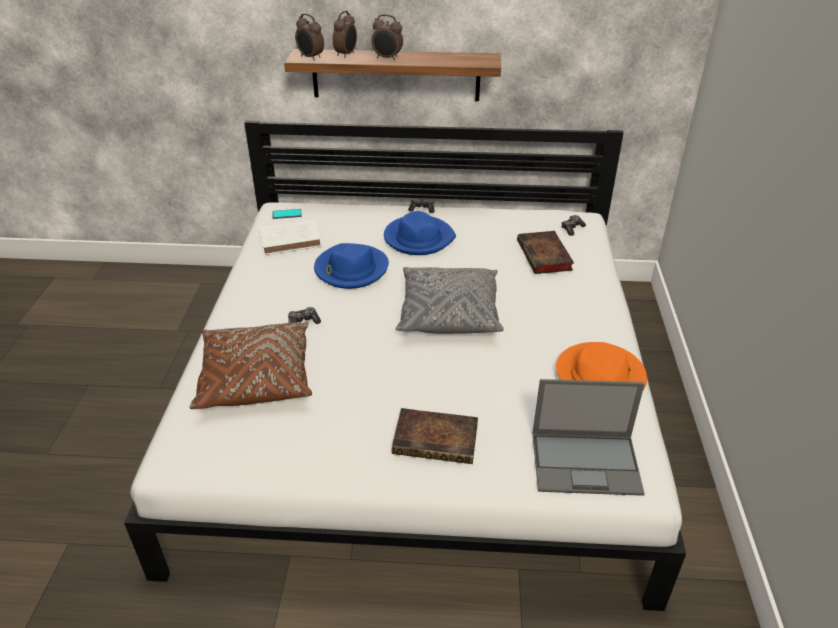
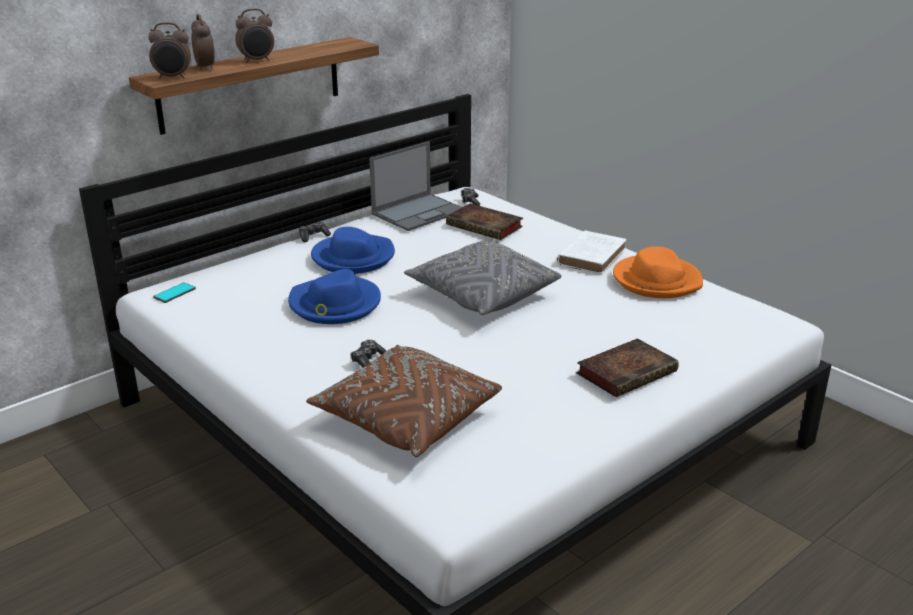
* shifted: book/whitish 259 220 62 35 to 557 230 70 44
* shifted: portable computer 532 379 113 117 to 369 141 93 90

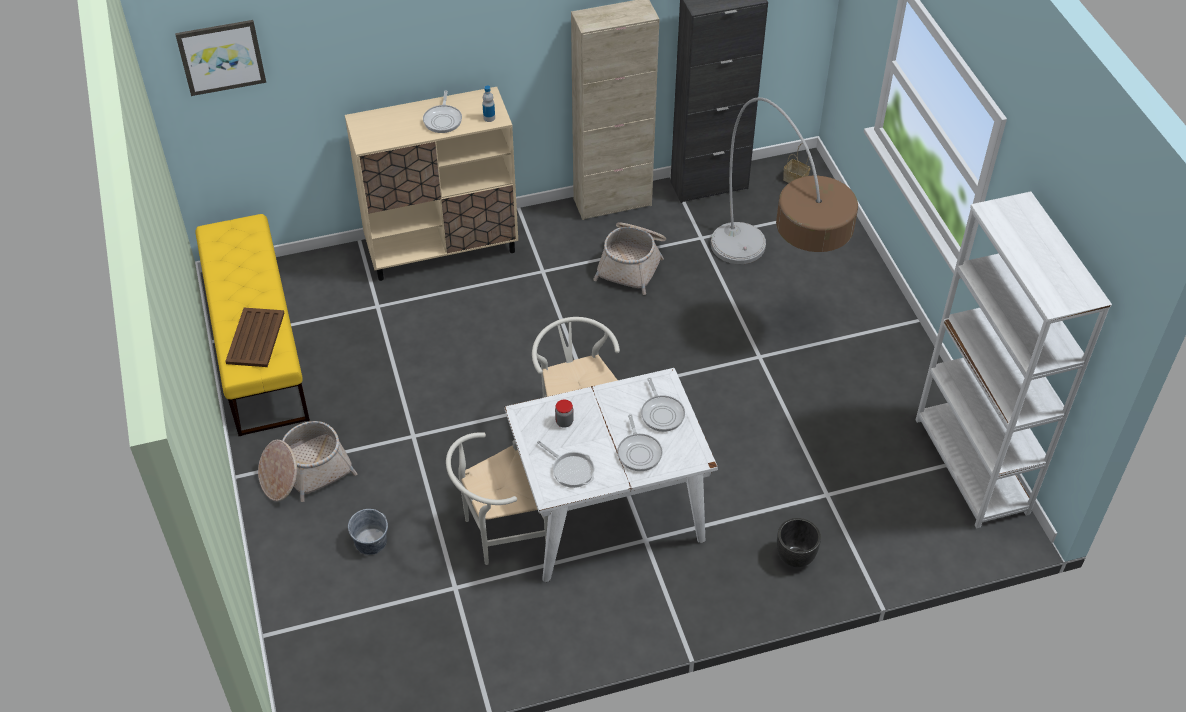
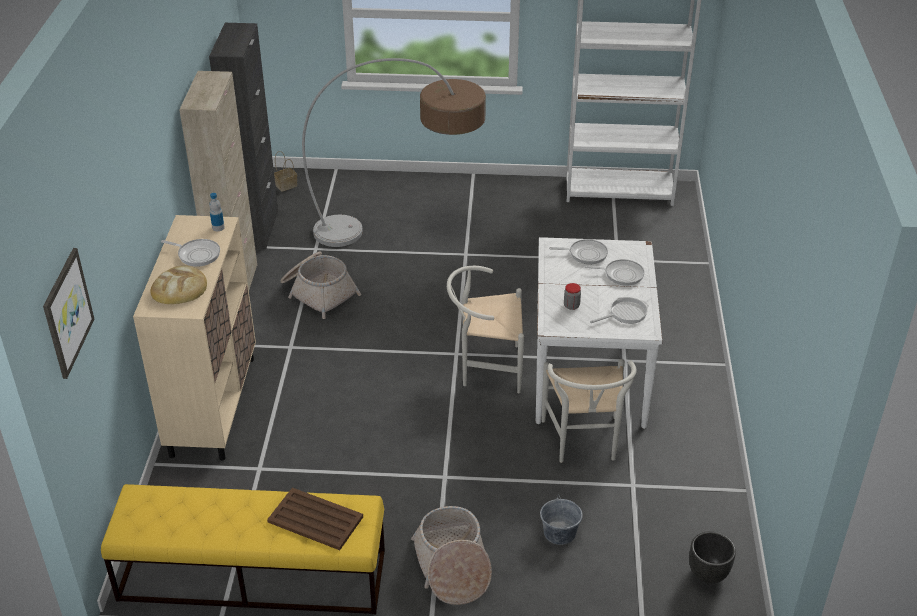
* shifted: plant pot/blackish 777 518 44 50 to 689 531 47 52
* new: bakery bread 150 266 57 38

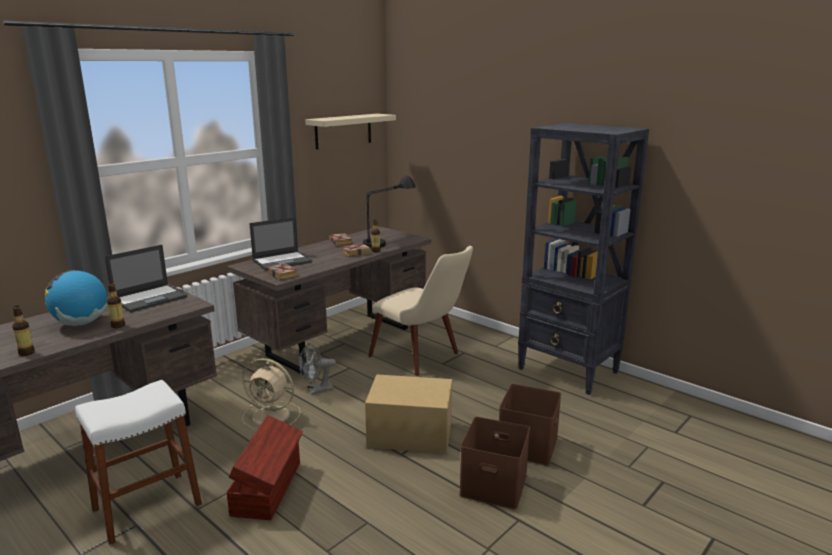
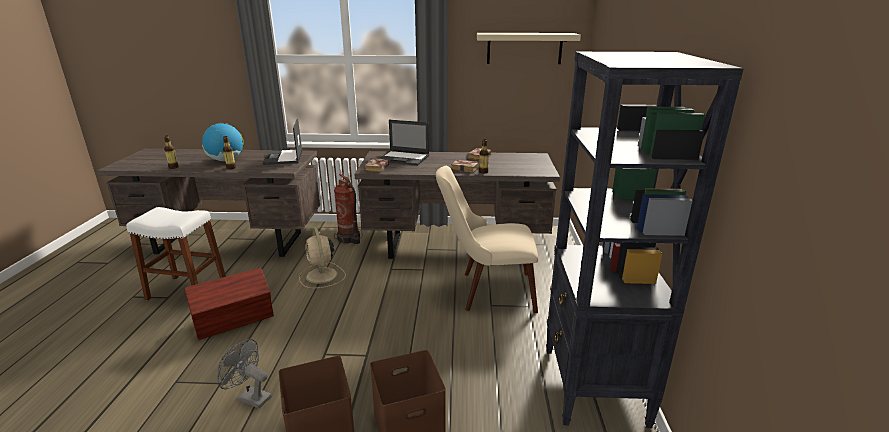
* rotated: portable computer 104 245 83 67 = 263 118 39 47 75 degrees clockwise
* shifted: fan/greyish 299 343 37 52 to 217 339 55 70
* gone: lamp for a table/blackish 363 176 53 72
* gone: cardboard box 365 374 87 80
* rotated: chair/beige 368 246 105 130 = 436 166 102 147 90 degrees clockwise
* new: fire-fighting cylinder 334 174 29 70

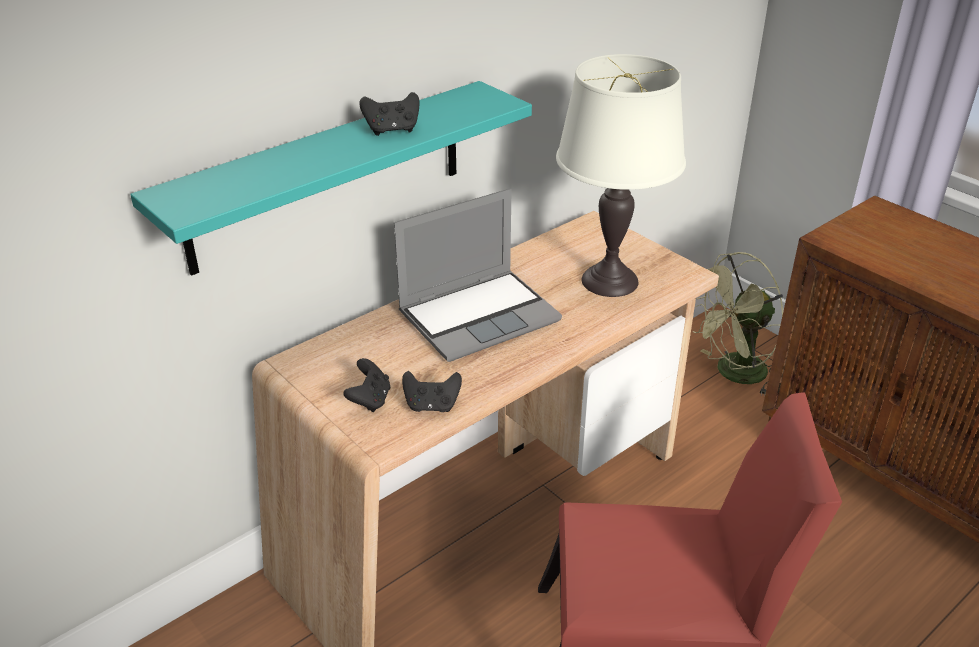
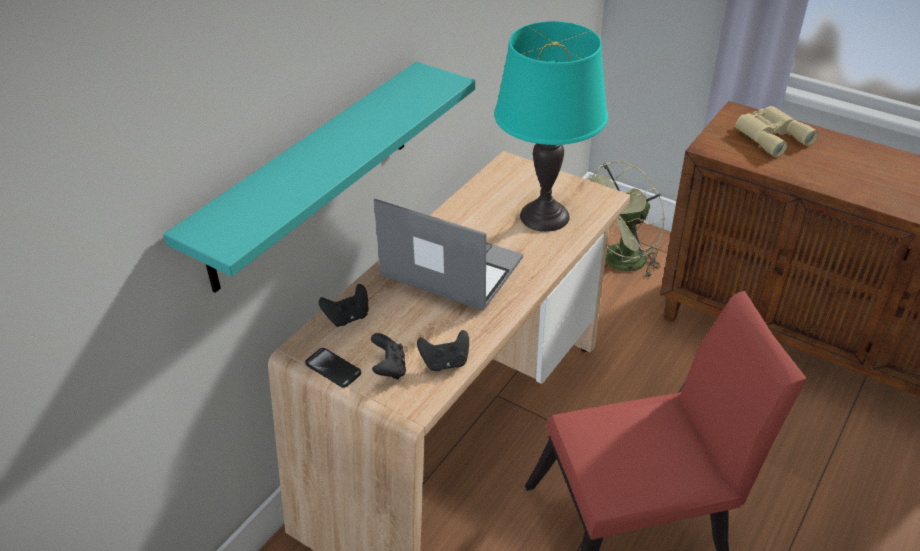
* shifted: joypad/blackish 359 92 60 44 to 319 284 49 43
* rotated: portable computer 394 188 168 174 = 374 199 149 112 105 degrees counterclockwise
* repainted: lamp for a table/whitish 556 54 130 243 to lamp for a table/turquoise 494 21 114 211
* new: phone 305 348 56 40
* new: field glasses/beige 735 106 83 51

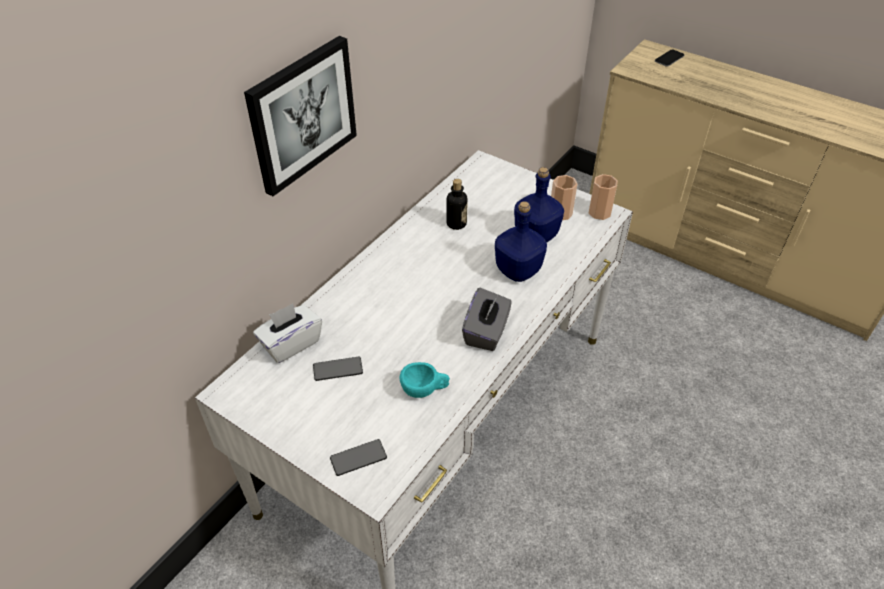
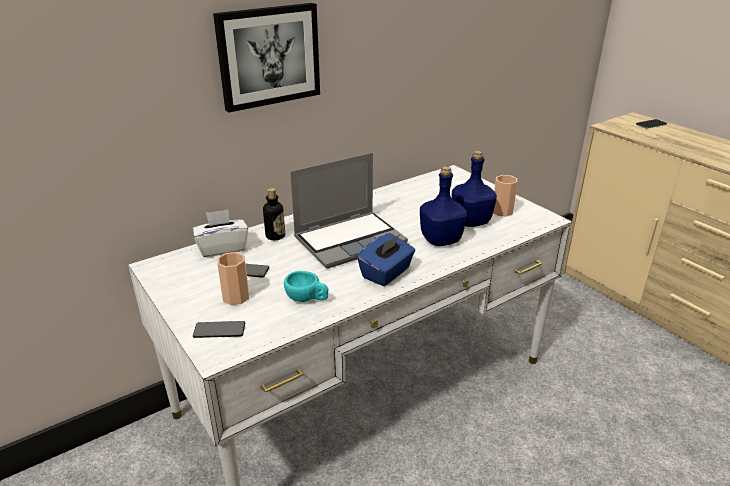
* shifted: beverage bottle 446 179 22 51 to 263 188 22 52
* repainted: tissue box/greyish 462 288 50 63 to tissue box/blue-coloured 357 233 58 53
* shifted: small cup 589 174 29 46 to 217 252 32 53
* new: portable computer 290 153 118 115

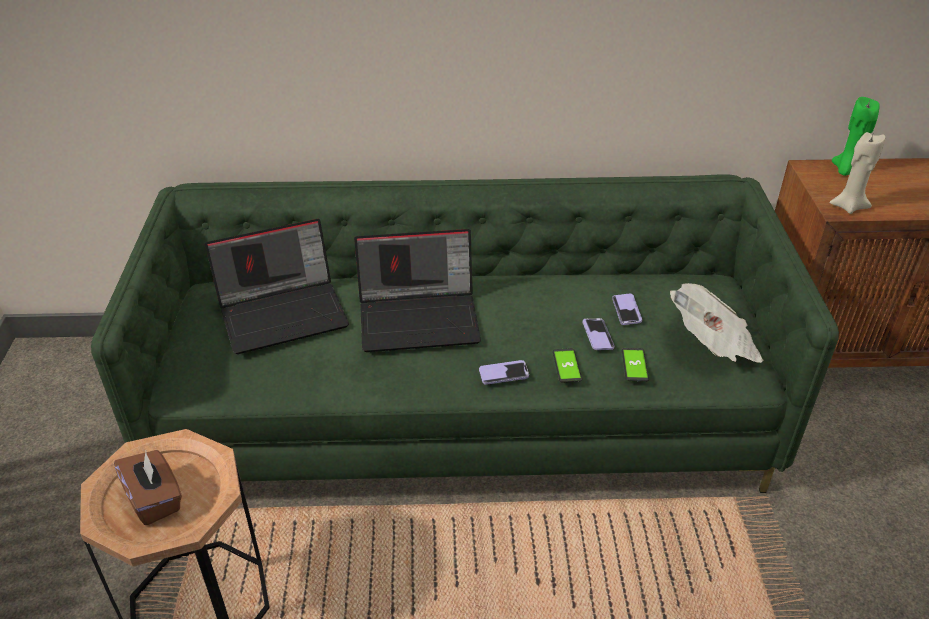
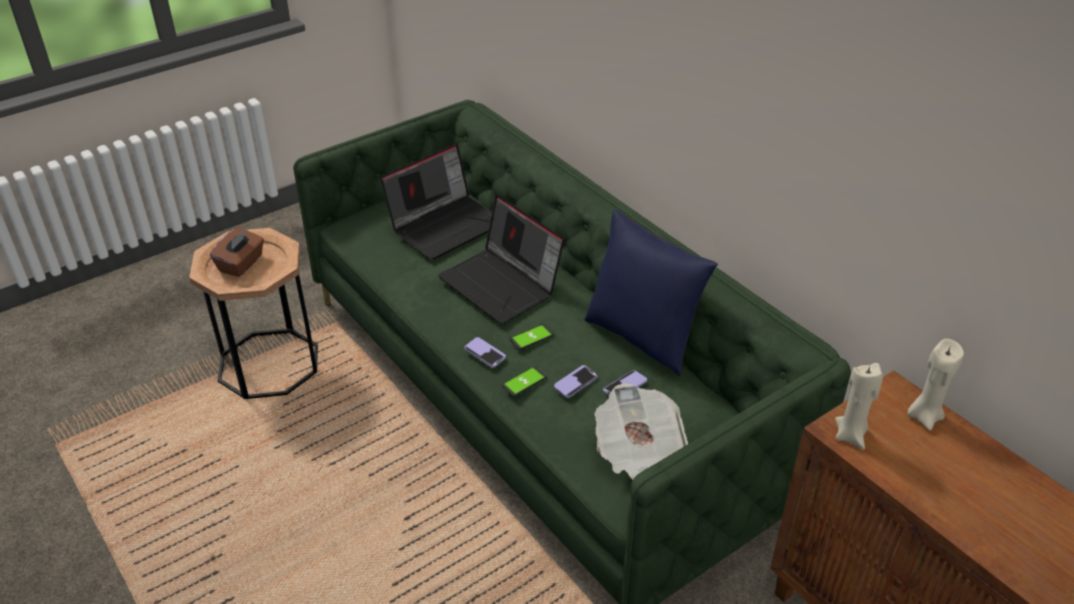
* rotated: portable computer 205 219 144 135 = 380 144 112 116 75 degrees counterclockwise
* shifted: phone 622 348 27 34 to 510 324 44 26
* repainted: candle/green 832 97 48 79 to candle/beige 908 339 56 91
* new: throw pillow/blue-coloured 584 209 134 168

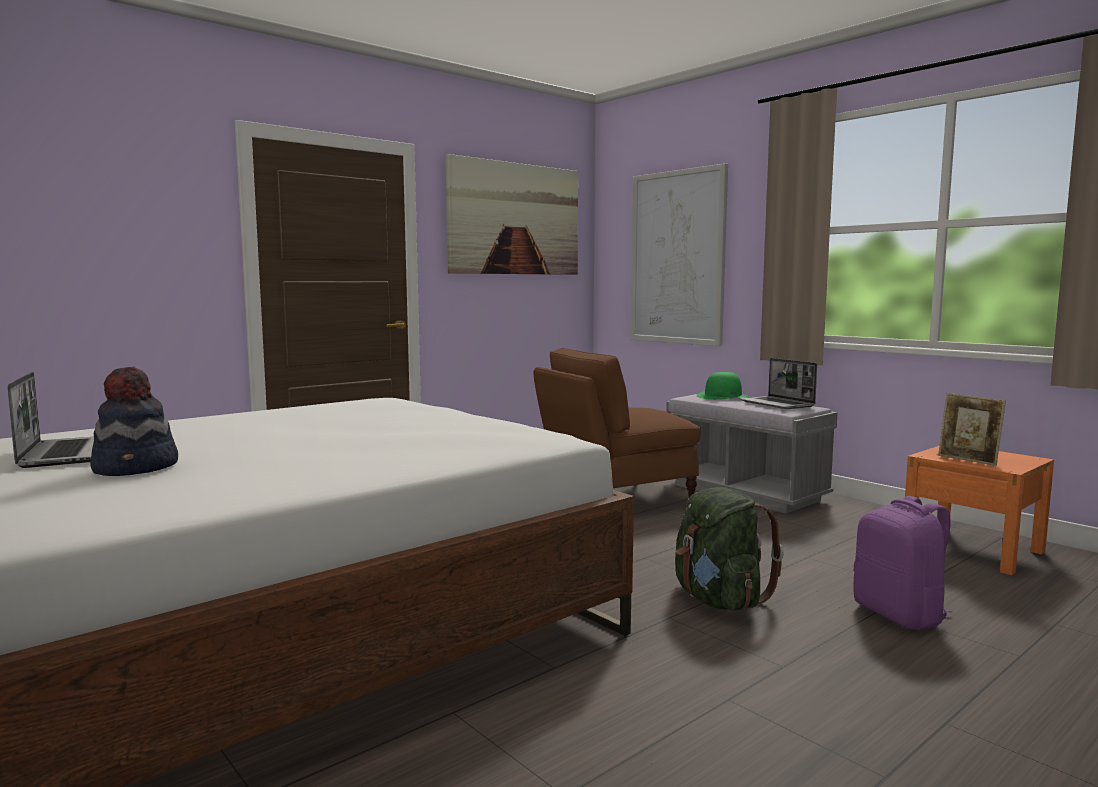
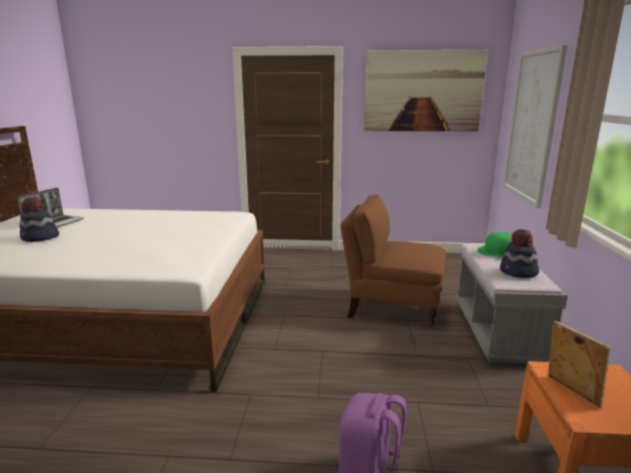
* gone: backpack/green 675 487 109 124
* swapped: portable computer 740 358 77 51 to clothing hat 500 229 39 49
* rotated: picture frame 938 393 68 73 = 548 320 63 88 150 degrees clockwise

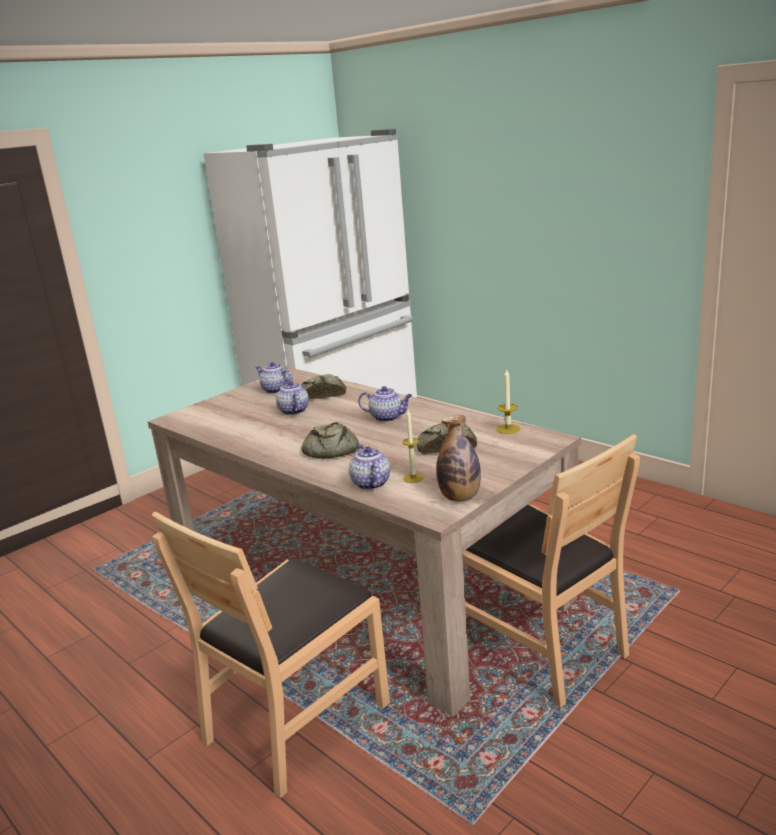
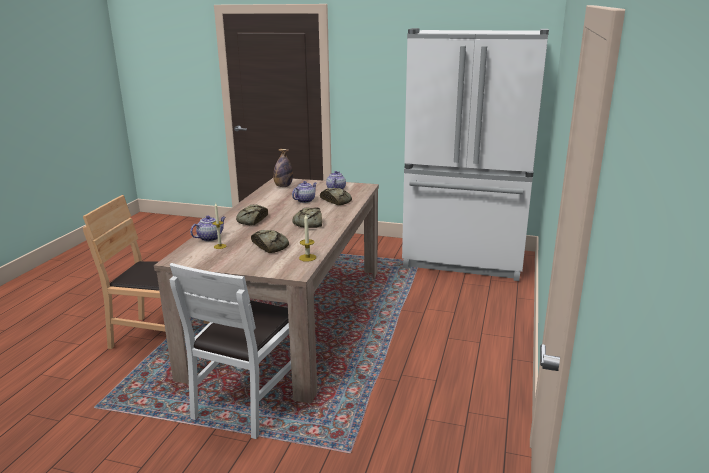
* swapped: teapot 358 386 54 36 to bakery bread 292 207 30 21
* shifted: beverage bottle 437 415 44 87 to 273 149 20 38
* repainted: chair/brown 462 434 178 274 to chair/whitish 170 263 121 176

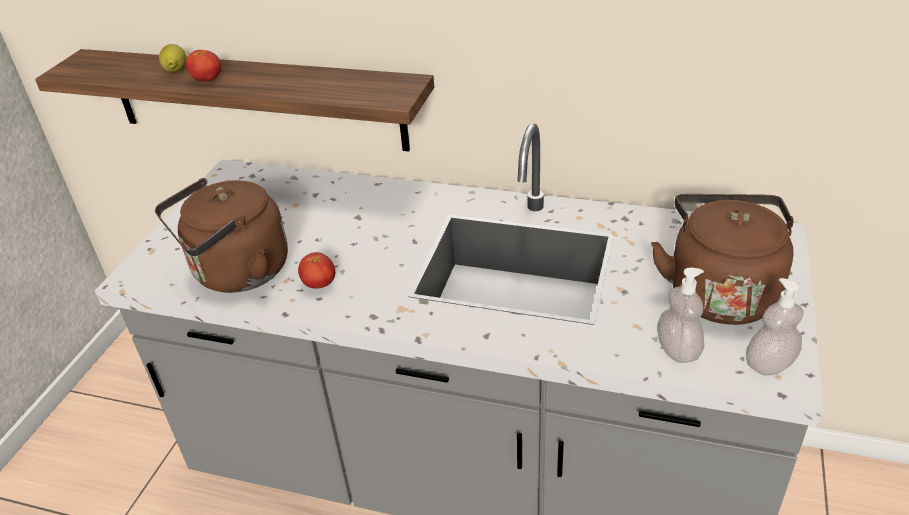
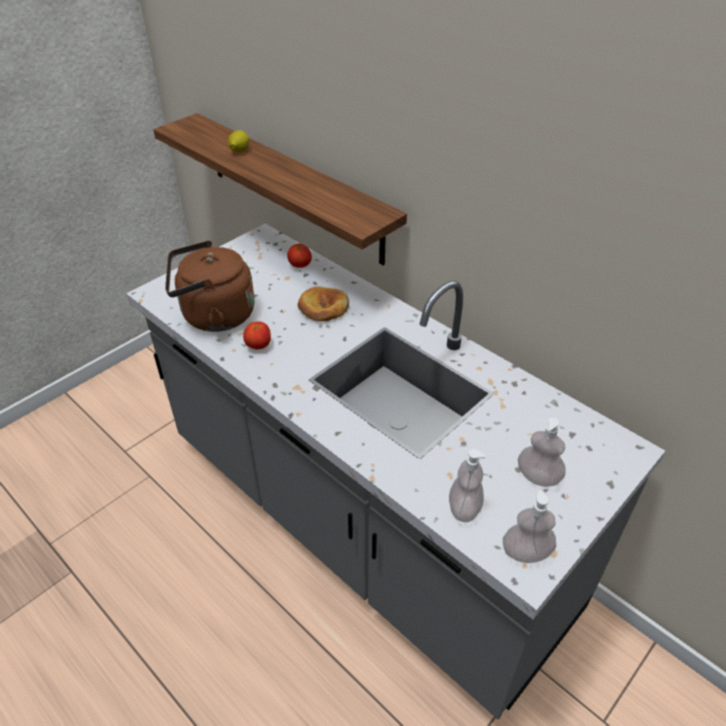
* shifted: fresh tomato 186 50 35 31 to 287 244 25 24
* swapped: kettle/brown 651 194 143 131 to liquid soap bottle 518 418 48 69
* new: bakery bread 298 286 51 35

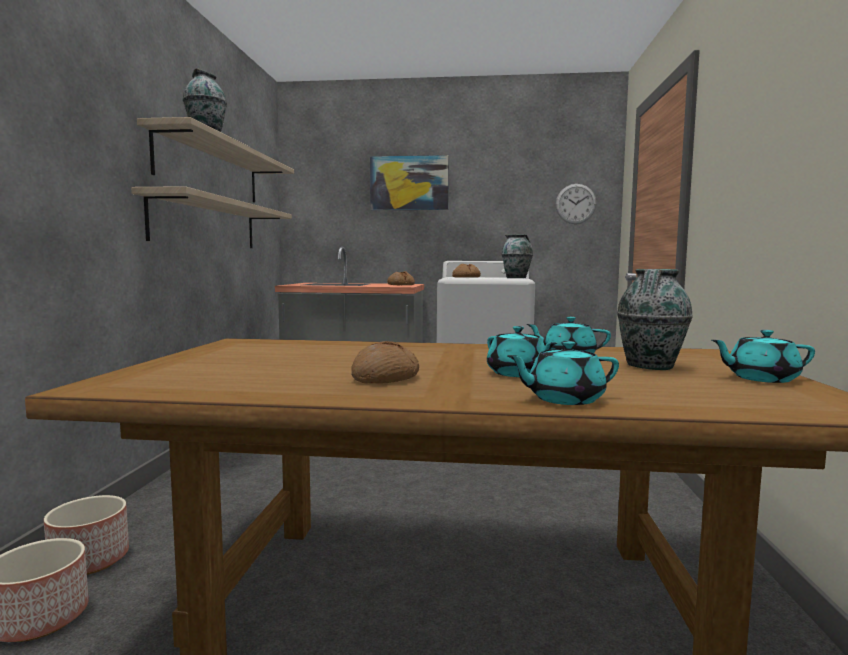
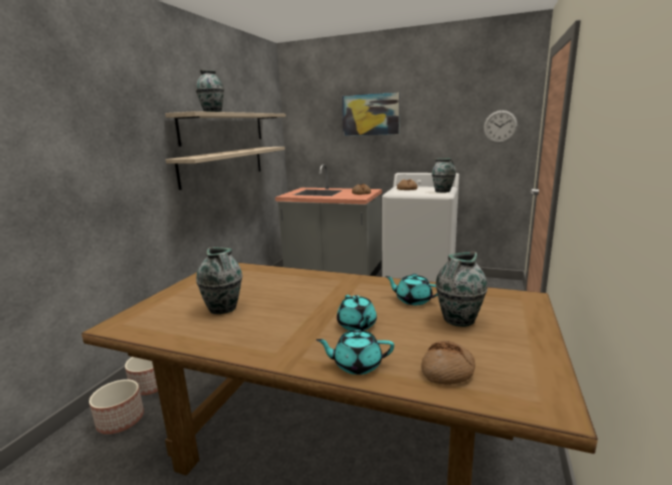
* shifted: bakery bread 351 341 68 43 to 421 340 54 45
* gone: teapot/turquoise 712 330 103 53
* new: decorative vase 196 247 46 67

